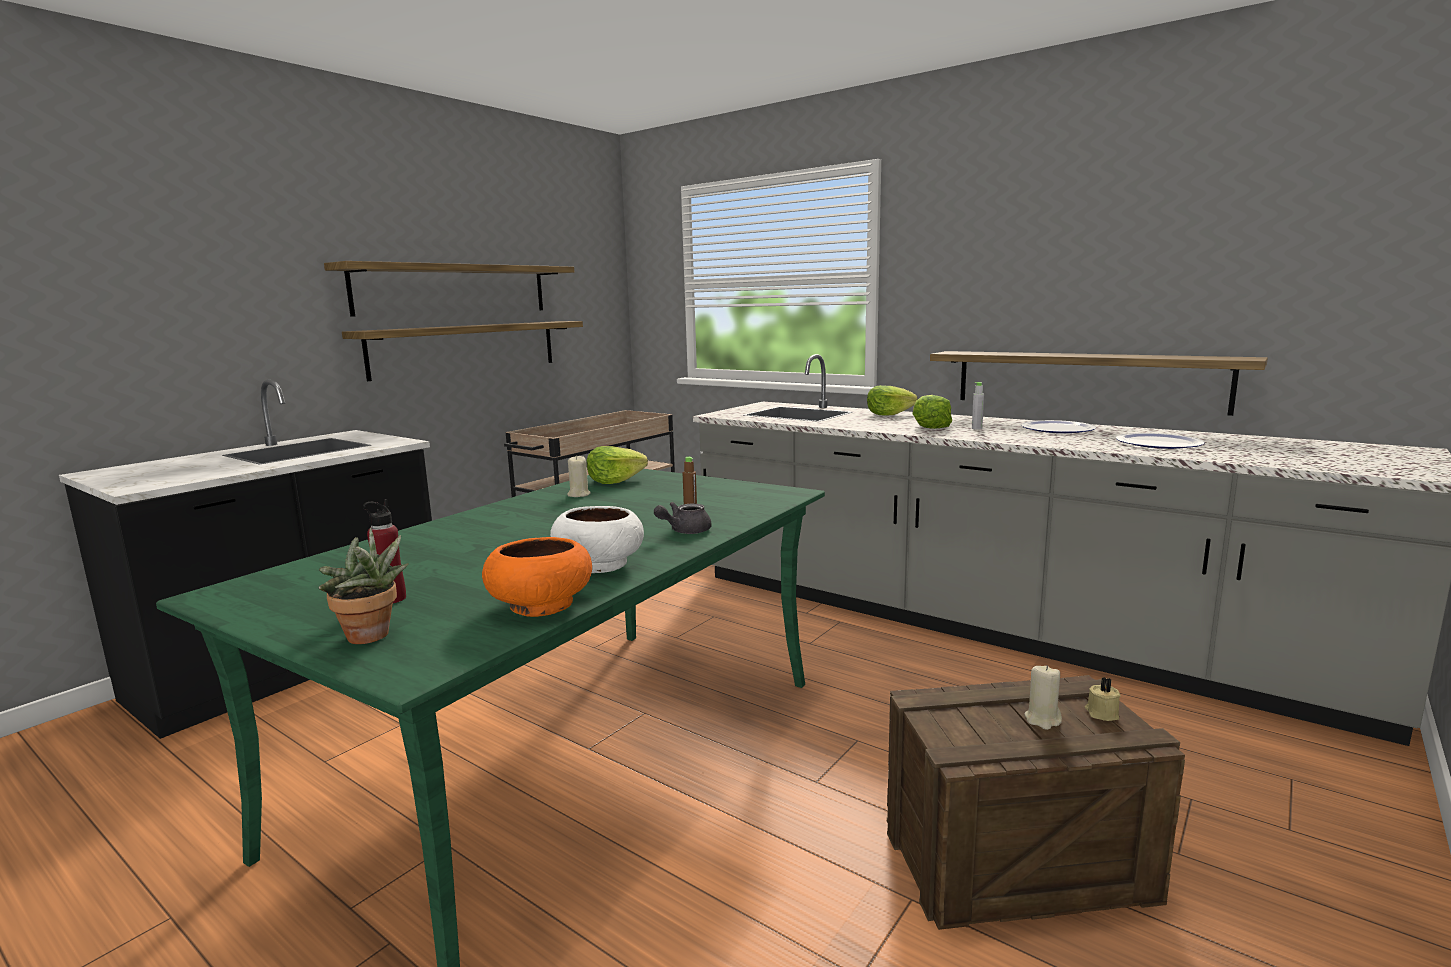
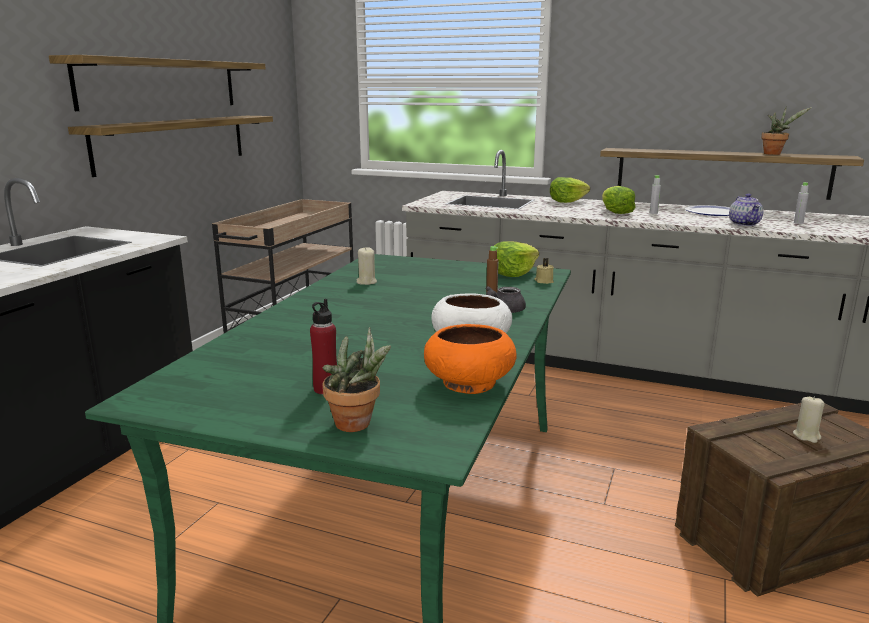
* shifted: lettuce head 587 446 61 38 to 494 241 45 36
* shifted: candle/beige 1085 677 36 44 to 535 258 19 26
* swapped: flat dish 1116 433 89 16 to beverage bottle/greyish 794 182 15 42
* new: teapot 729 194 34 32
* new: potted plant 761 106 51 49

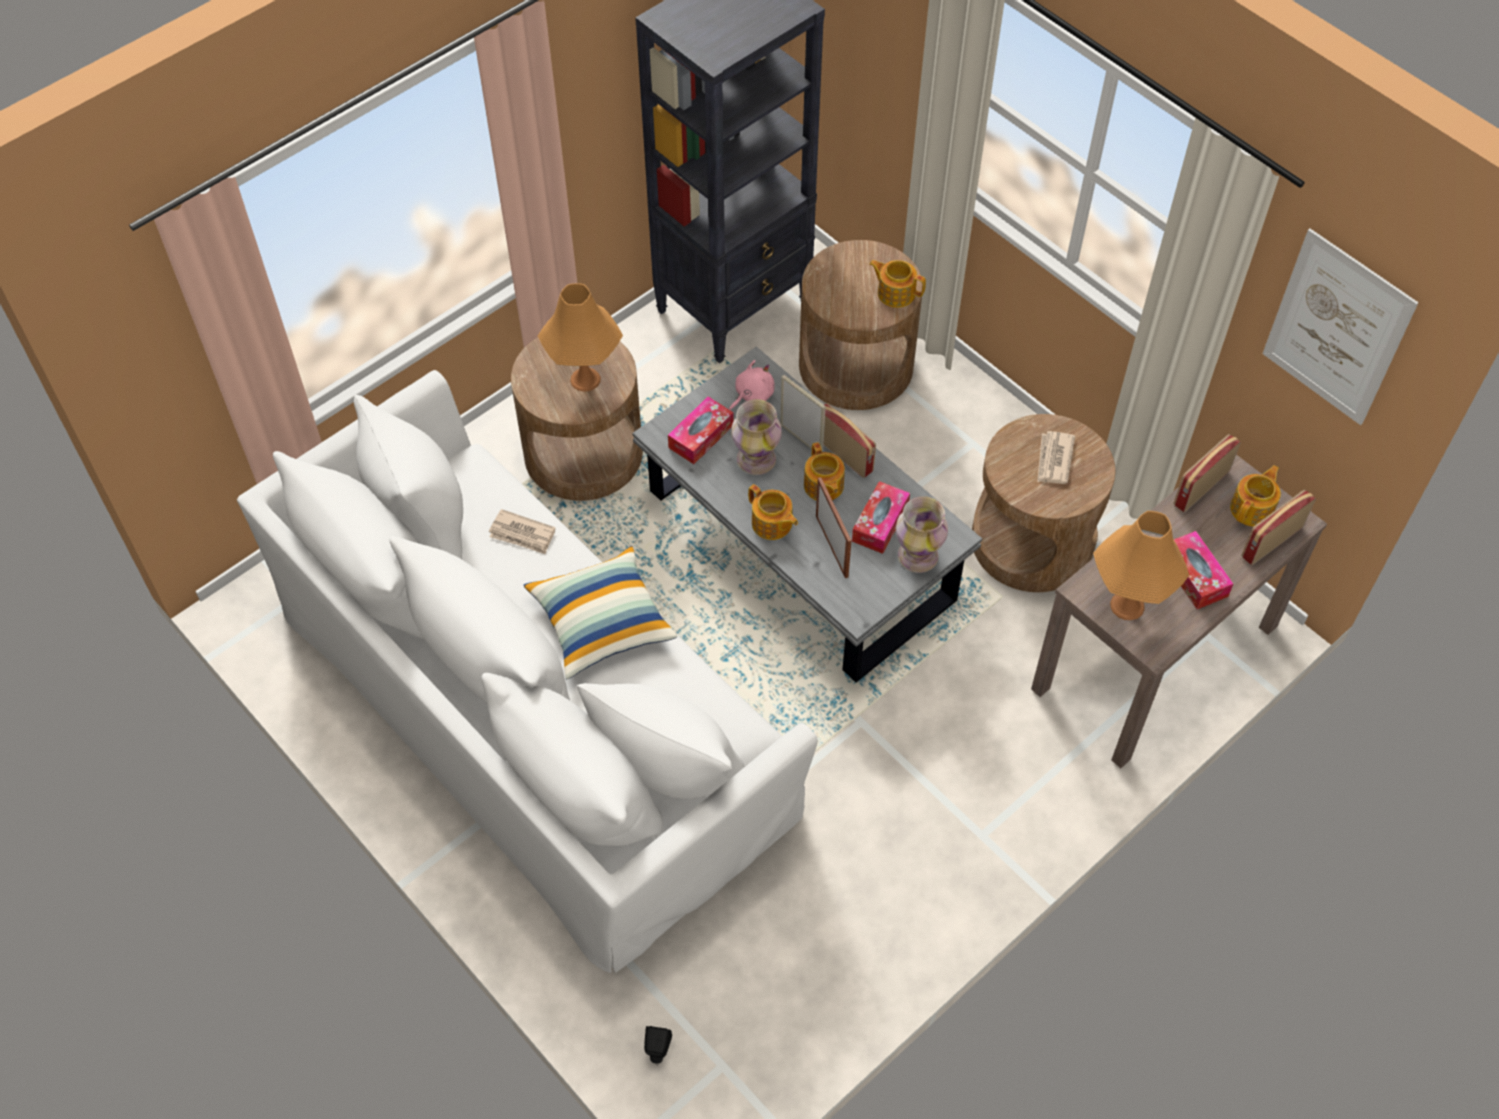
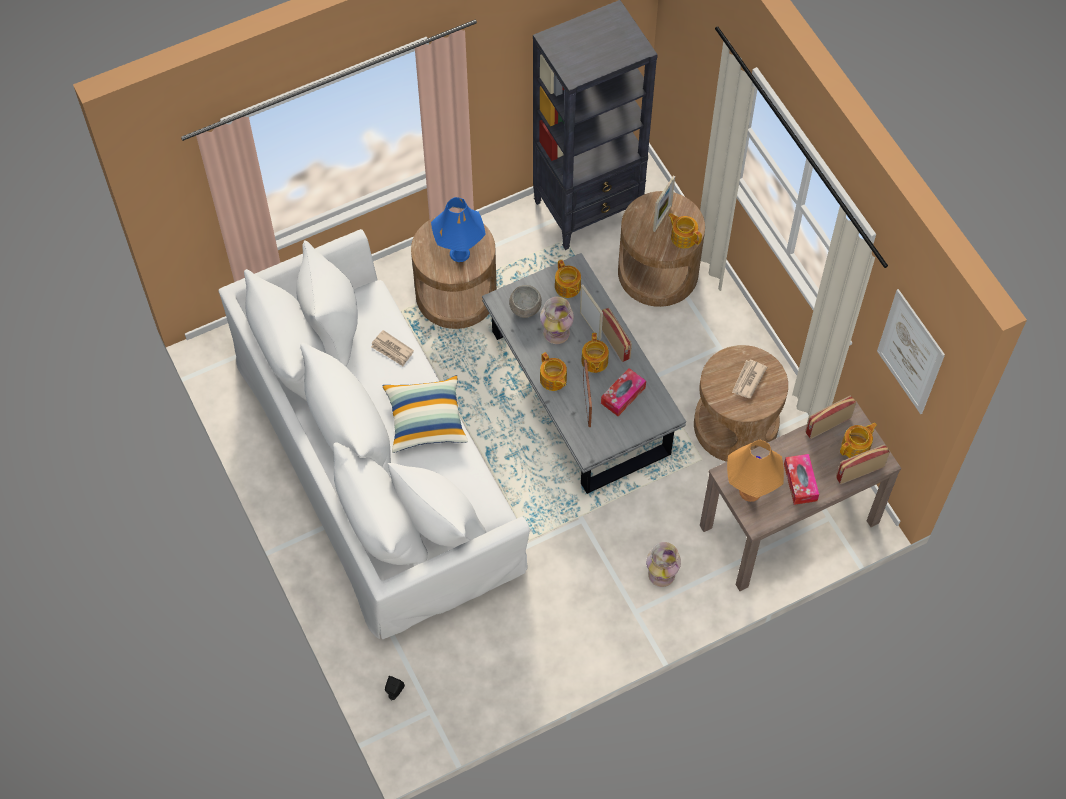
* repainted: lamp for a table/orange 538 283 85 109 to lamp for a table/blue-coloured 431 197 55 65
* swapped: tissue box 668 396 66 68 to serving bowl/greyish 509 285 33 33
* swapped: cuddly toy/pink 729 360 46 50 to teapot 555 260 26 38
* shifted: decorative vase 896 496 52 77 to 646 542 35 45
* new: picture frame 653 176 22 56

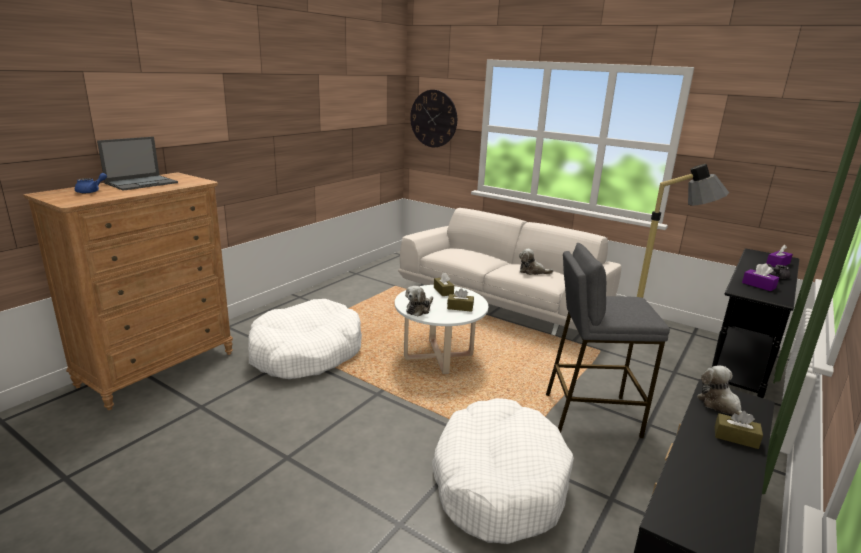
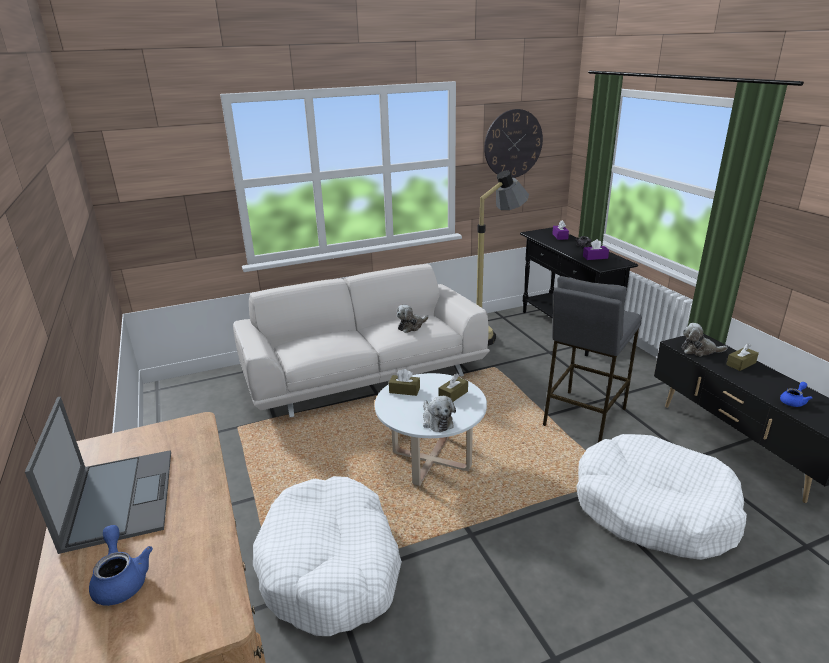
* shifted: hanging clock 410 90 47 57 to 484 109 59 69
* new: teapot/blue-coloured 780 382 33 25

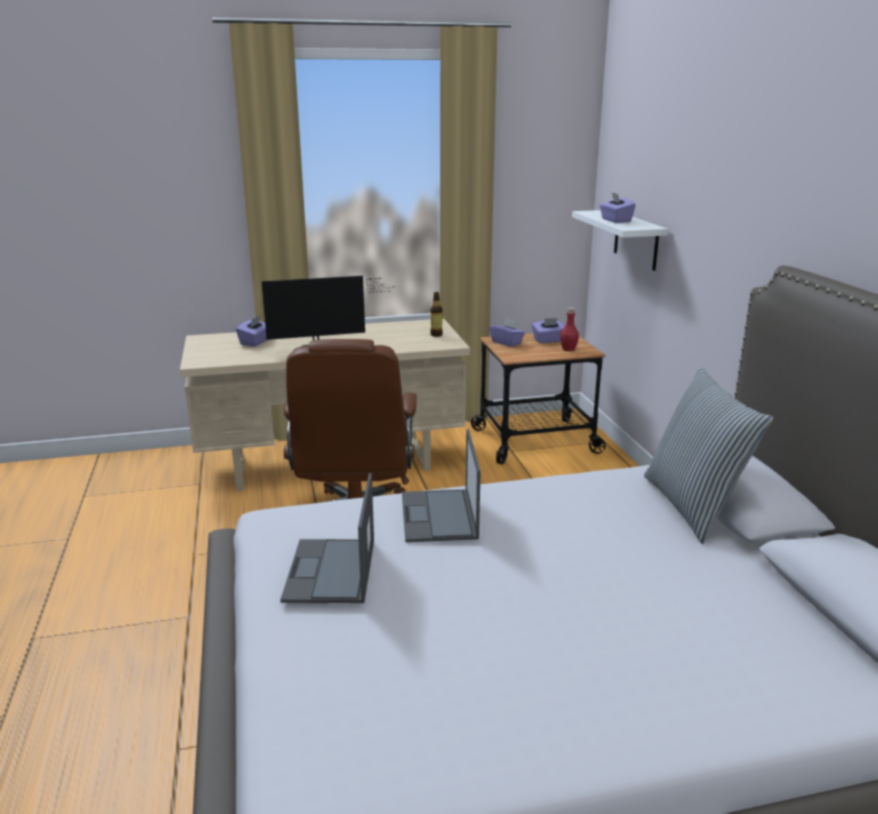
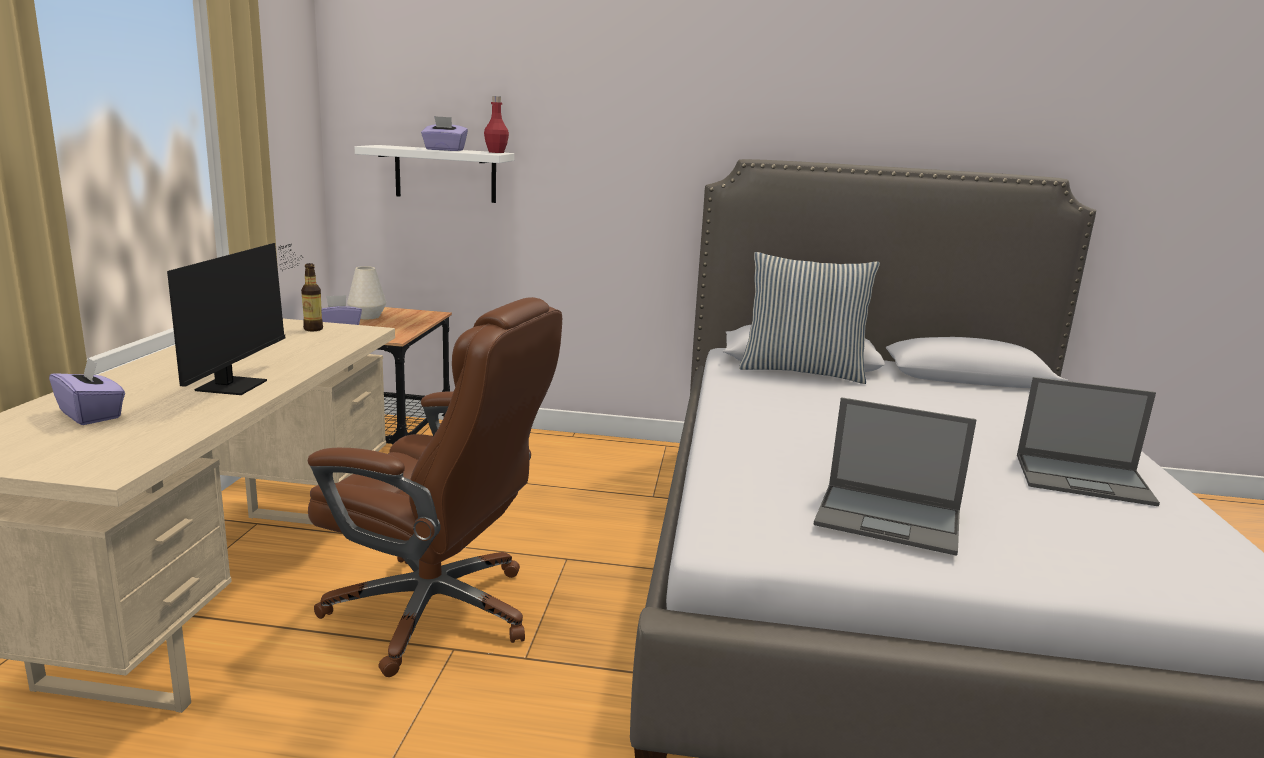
* shifted: portable computer 402 429 79 113 to 1017 377 143 129
* swapped: tissue box/purple 532 318 33 25 to decorative vase/whitish 347 266 39 53
* shifted: beverage bottle/reddish 560 308 19 43 to 484 96 25 57

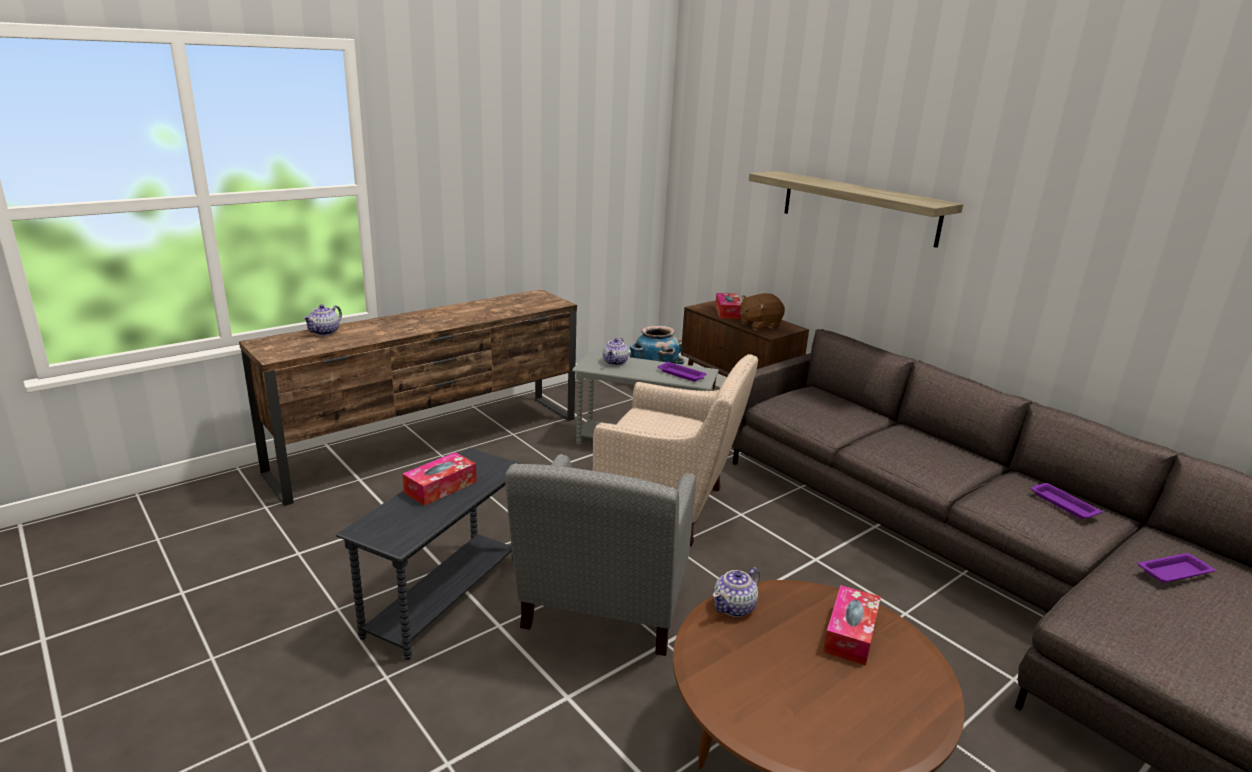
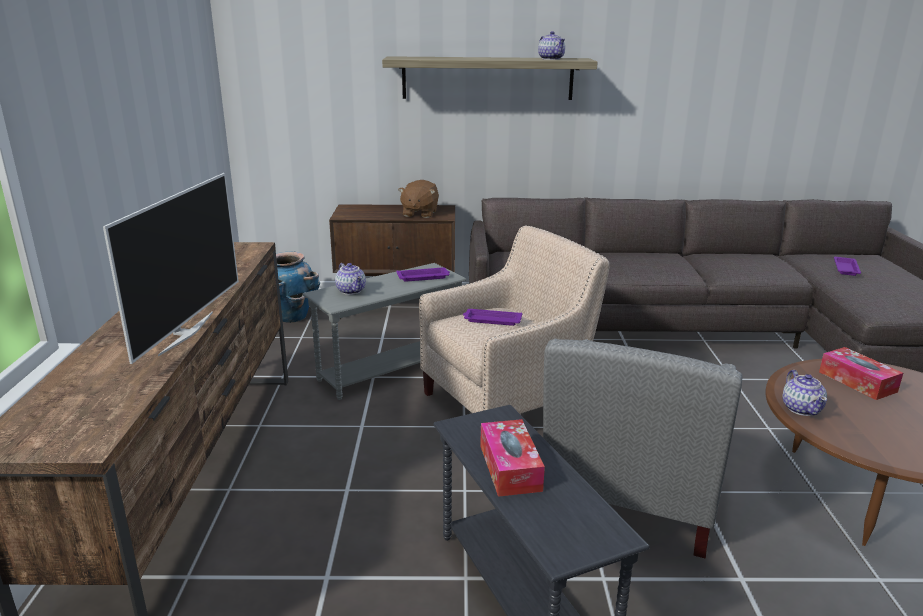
* shifted: teapot 303 304 39 32 to 538 31 27 29
* rotated: lounge chair/greyish 505 454 191 202 = 543 339 200 219 60 degrees clockwise
* gone: tissue box 715 293 27 26
* shifted: carrying tray/purple 1031 483 72 36 to 463 309 59 17
* new: television 103 173 136 191

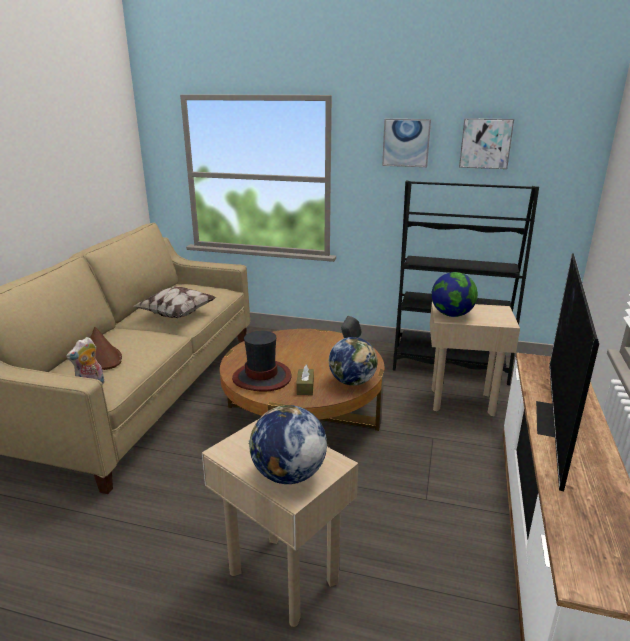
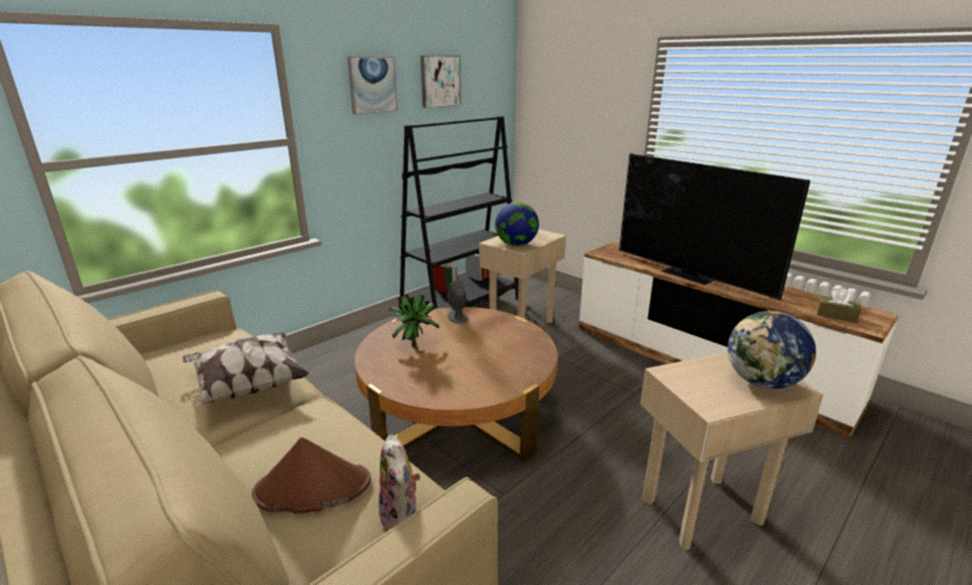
* gone: clothing hat 232 331 60 61
* shifted: tissue box/brown 296 365 18 30 to 817 289 44 34
* gone: globe 329 337 49 49
* new: potted plant 389 294 50 53

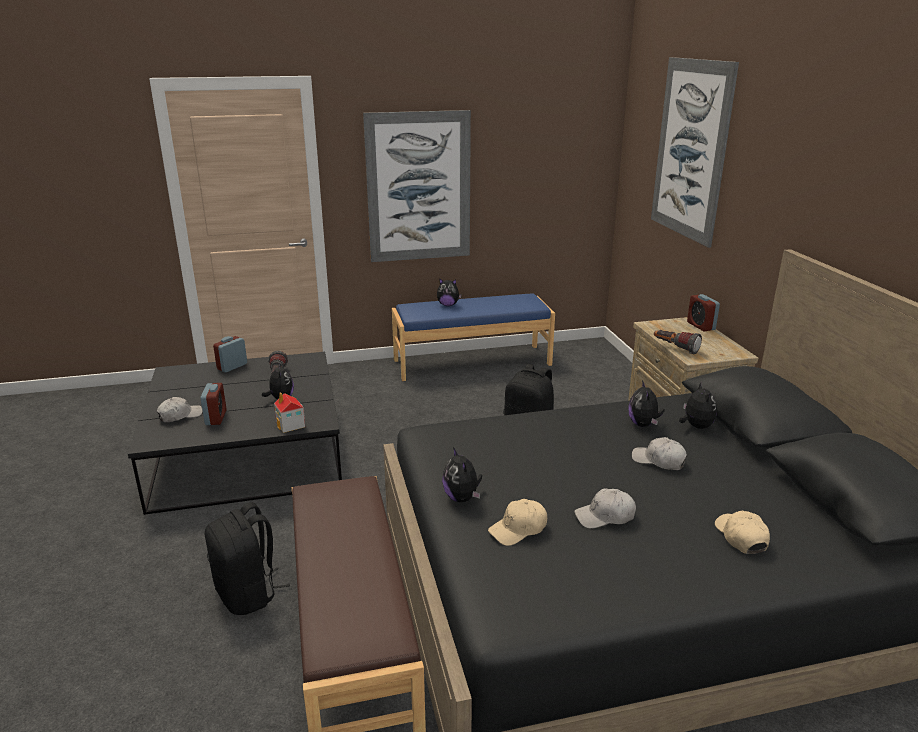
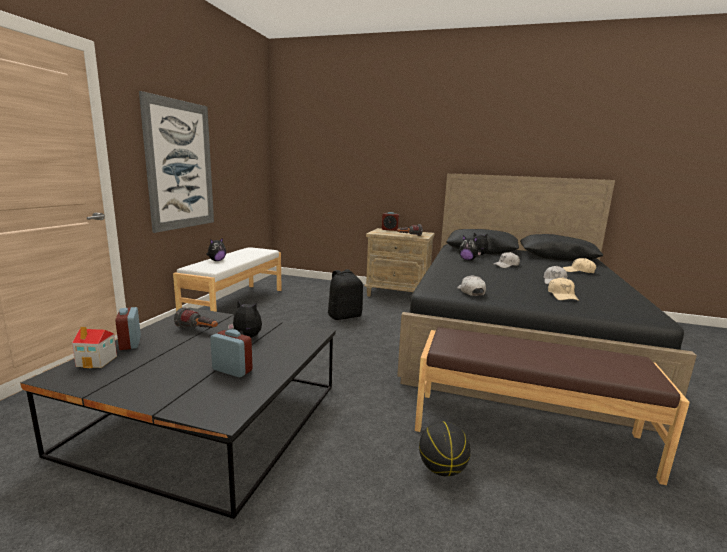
* shifted: baseball cap/whitish 157 397 46 25 to 457 275 29 21
* swapped: backpack/blackish 205 502 85 113 to ball for basketball 419 421 52 55
* shifted: toy house 274 393 31 40 to 72 327 45 41
* repainted: indoor bench/blue-coloured 392 293 163 88 to indoor bench/whitish 173 247 109 65
* gone: cuddly toy 442 447 40 55
* gone: picture 651 57 88 191

